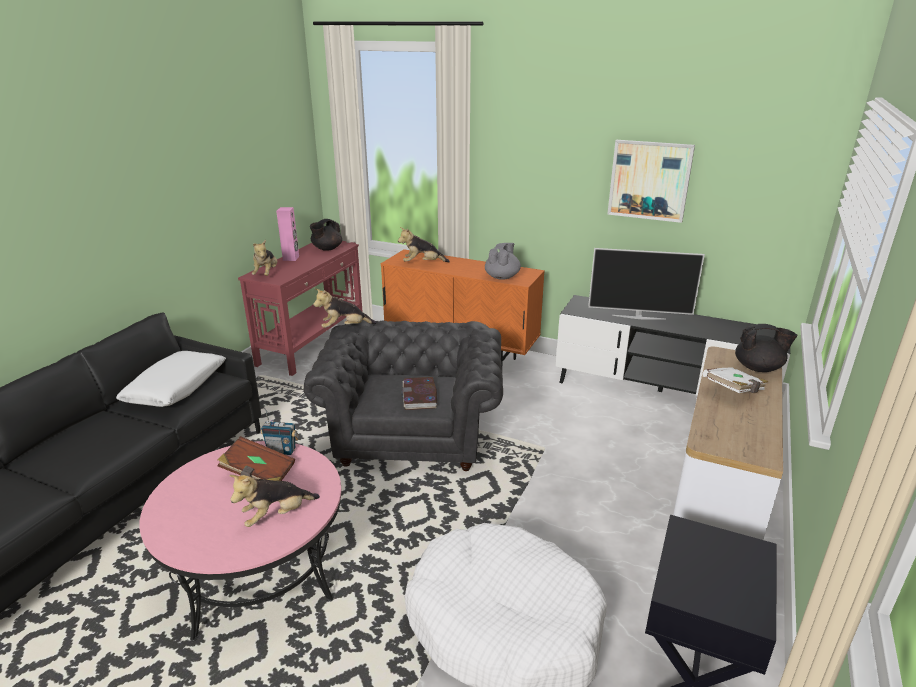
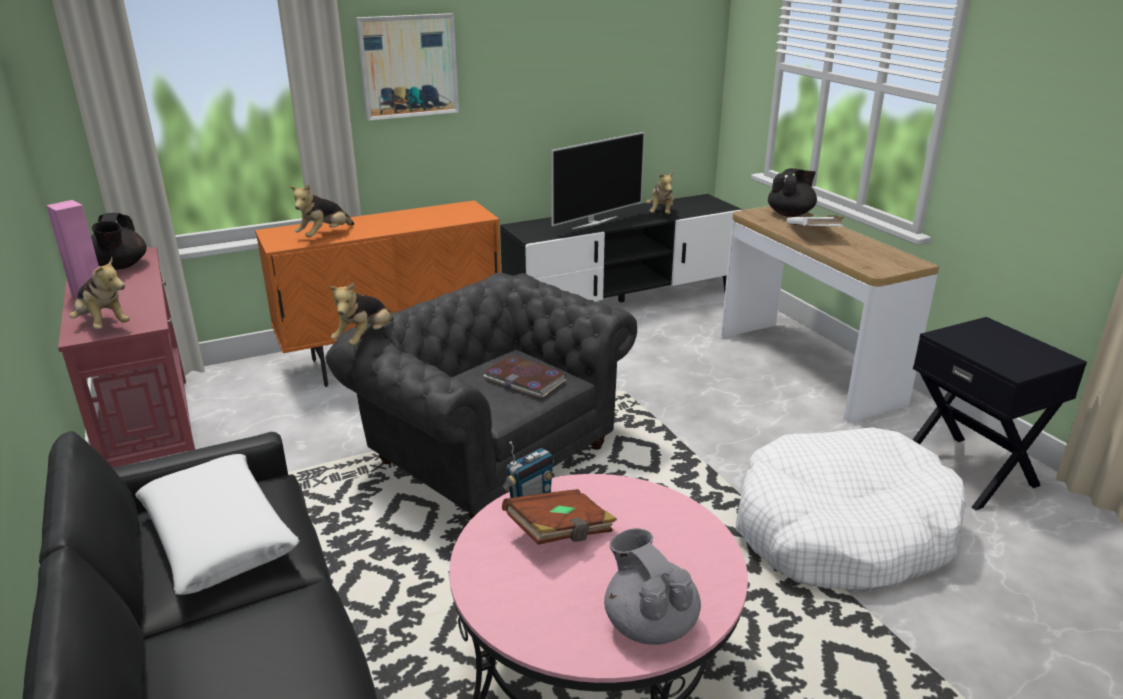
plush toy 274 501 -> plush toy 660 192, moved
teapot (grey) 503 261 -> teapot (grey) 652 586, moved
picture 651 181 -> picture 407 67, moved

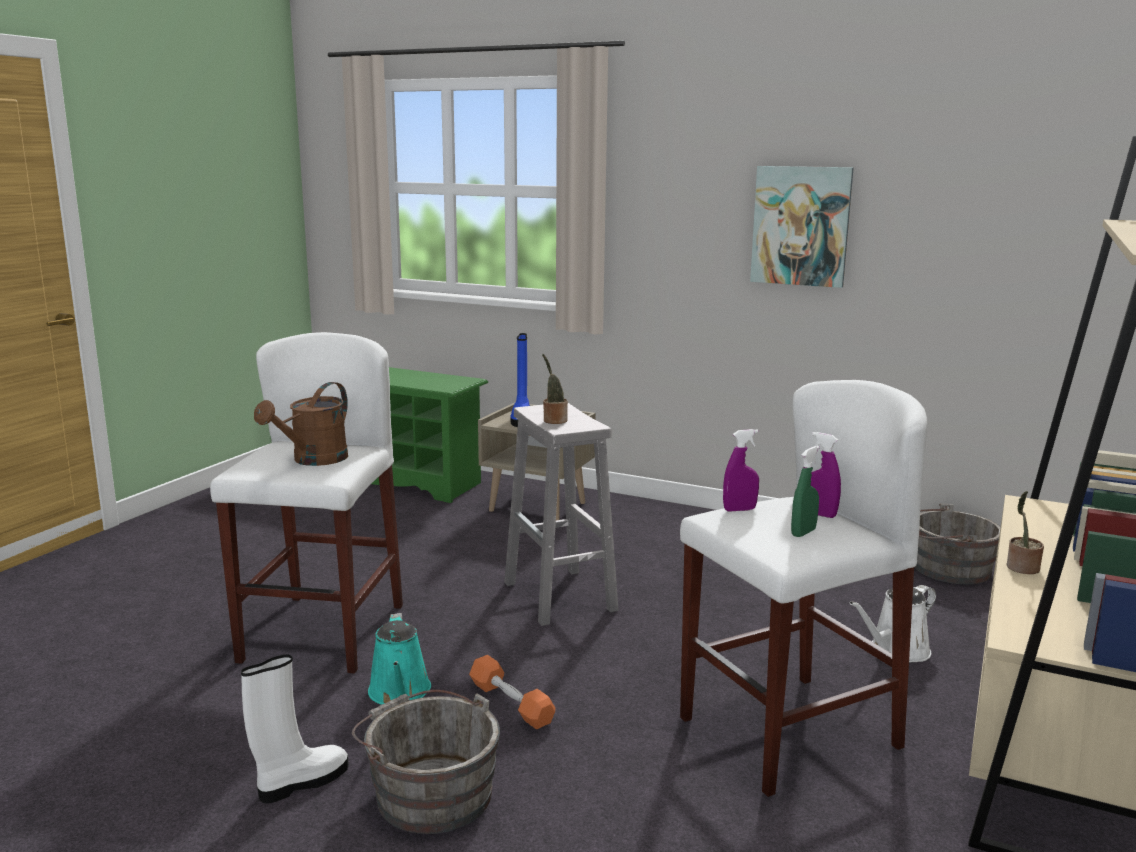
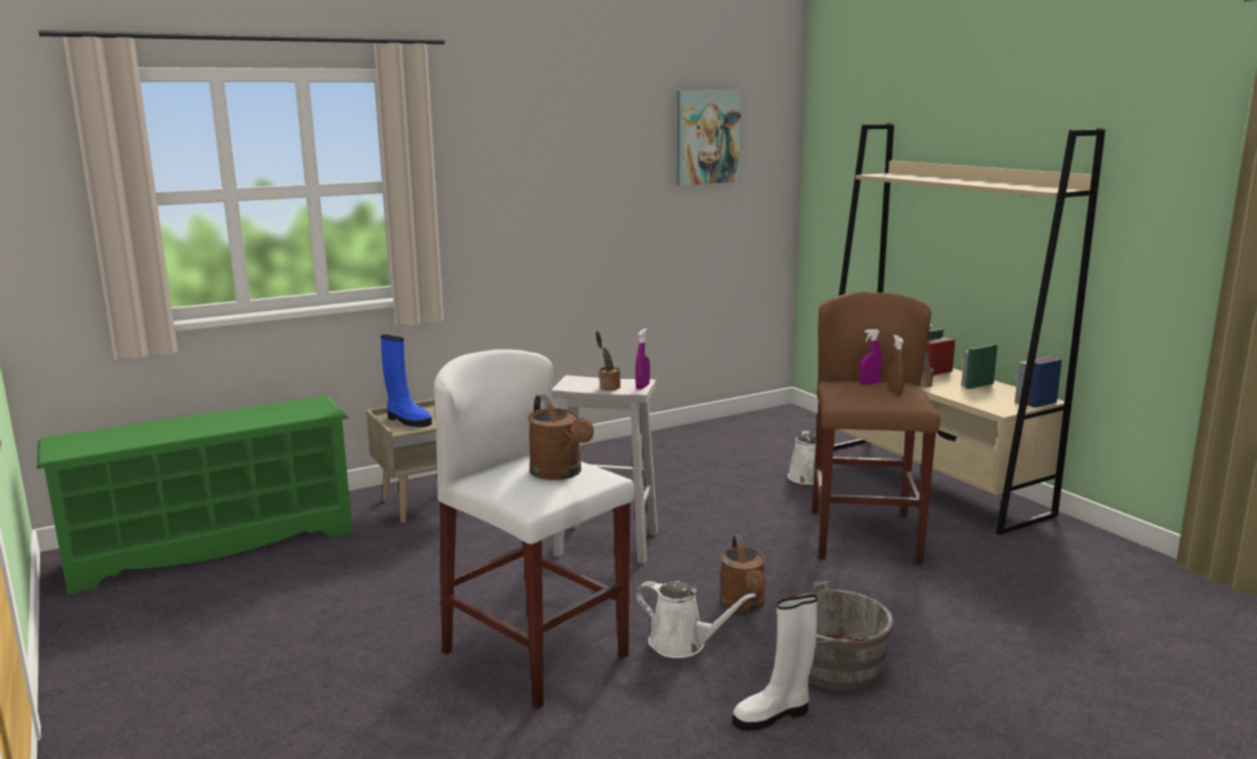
bucket (grey) 958 543 -> none
spray bottle (purple) 741 470 -> spray bottle (purple) 642 358, moved
picture 802 227 -> picture 709 137, moved
dumbbell (orange) 512 692 -> watering can (brown) 743 574
watering can (turquoise) 399 659 -> watering can (white) 696 619
stool (white) 804 588 -> stool (brown) 876 428
spray bottle (green) 805 491 -> spray bottle (brown) 896 365
boot (white) 295 729 -> boot (white) 774 663, 105 degrees counterclockwise

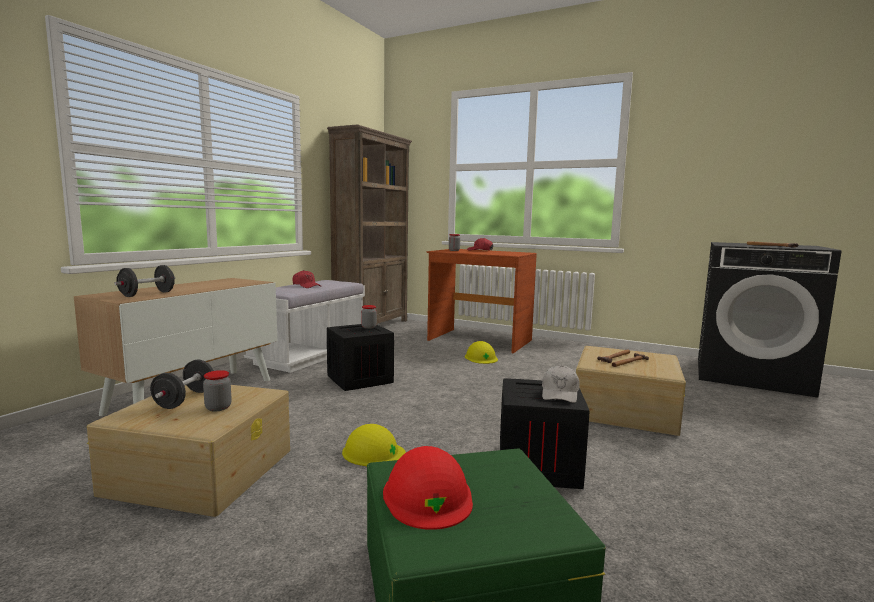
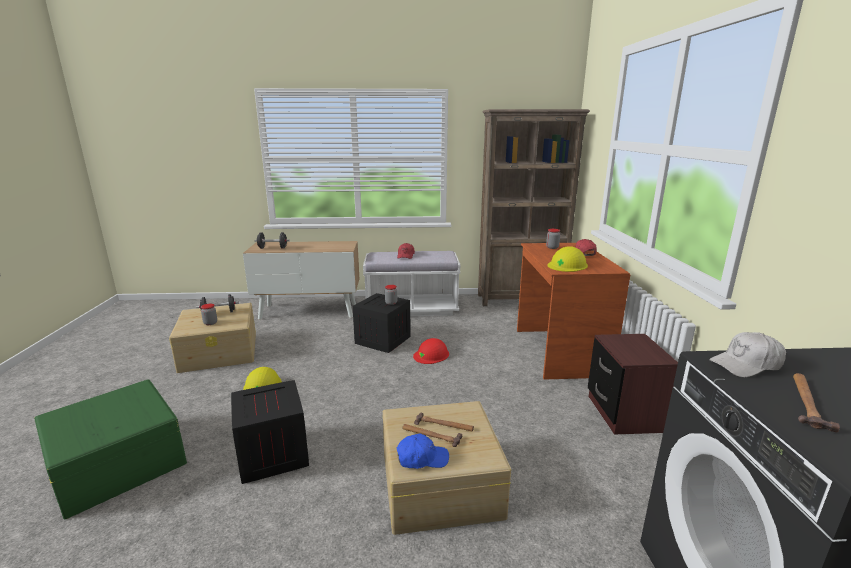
none -> cap (blue) 423 451
none -> nightstand (brown) 633 384
hard hat (red) 428 488 -> hard hat (red) 431 351, moved
hard hat (yellow) 481 352 -> hard hat (yellow) 567 259, moved
cap (white) 561 384 -> cap (white) 747 354, moved

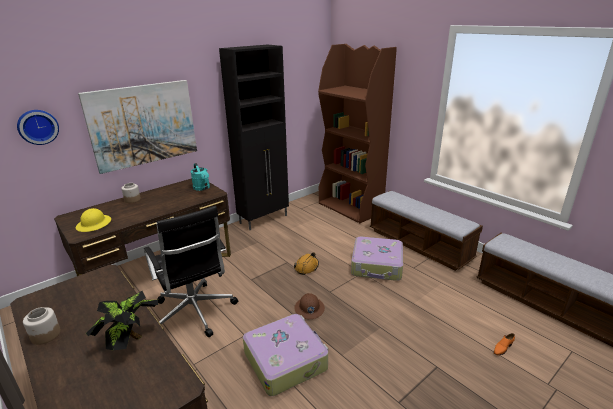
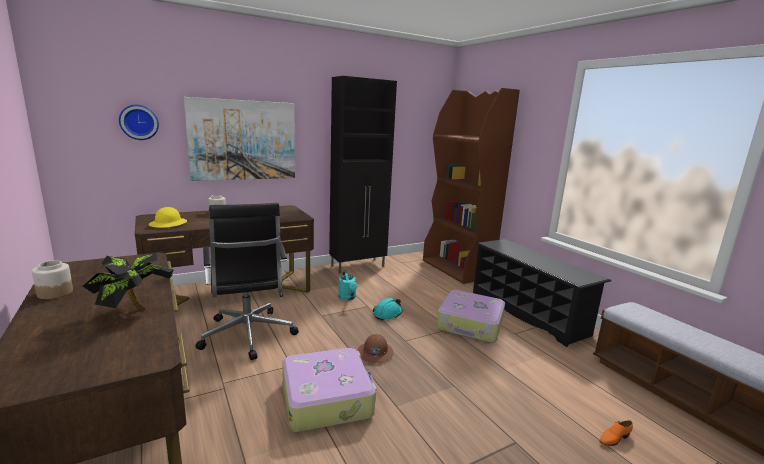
watering can (turquoise) 200 177 -> watering can (turquoise) 348 285, moved
bench 426 231 -> shoe rack (black) 542 293
hard hat (orange) 306 263 -> hard hat (turquoise) 387 309

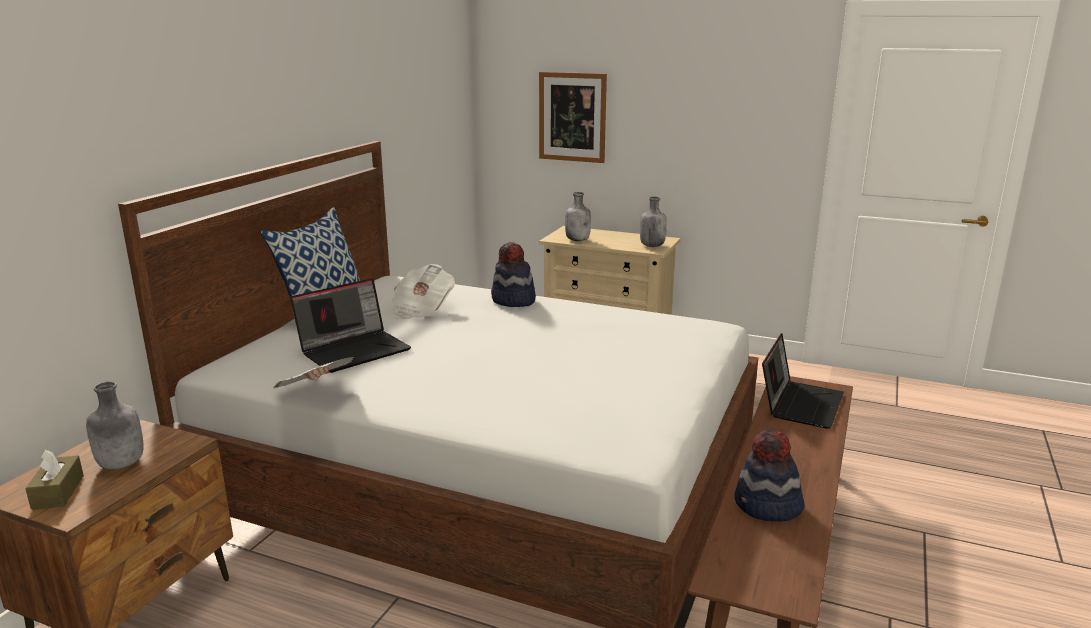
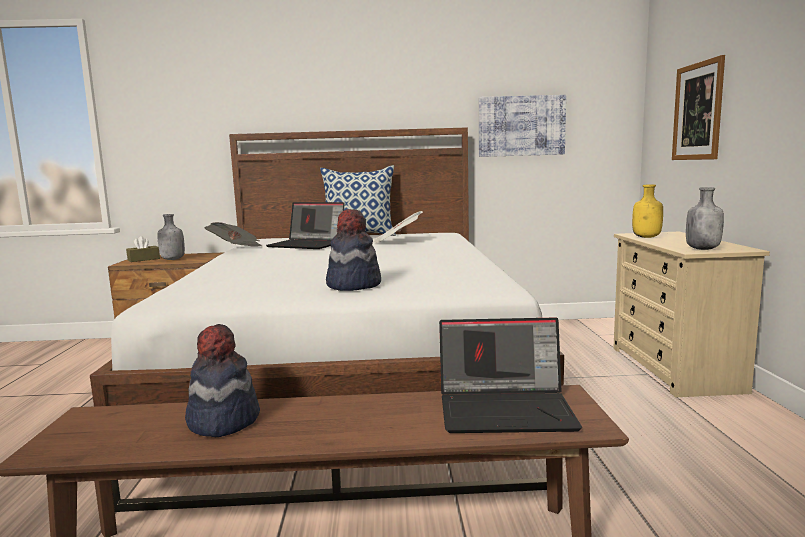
none -> picture 522 126
hat 513 274 -> hat 353 250, moved
bottle (grey) 578 216 -> bottle (yellow) 647 211

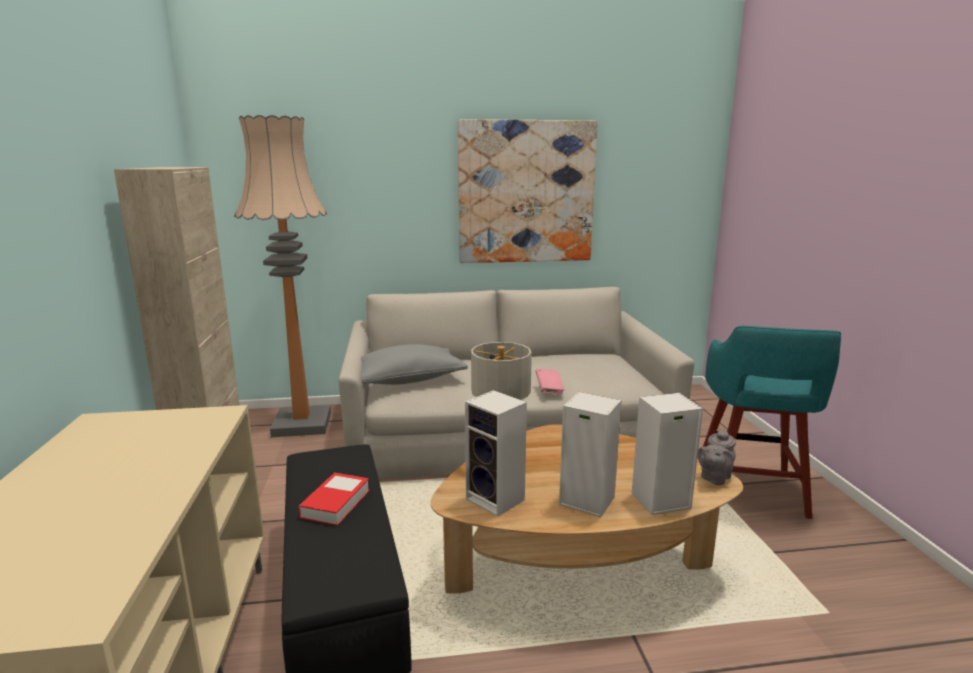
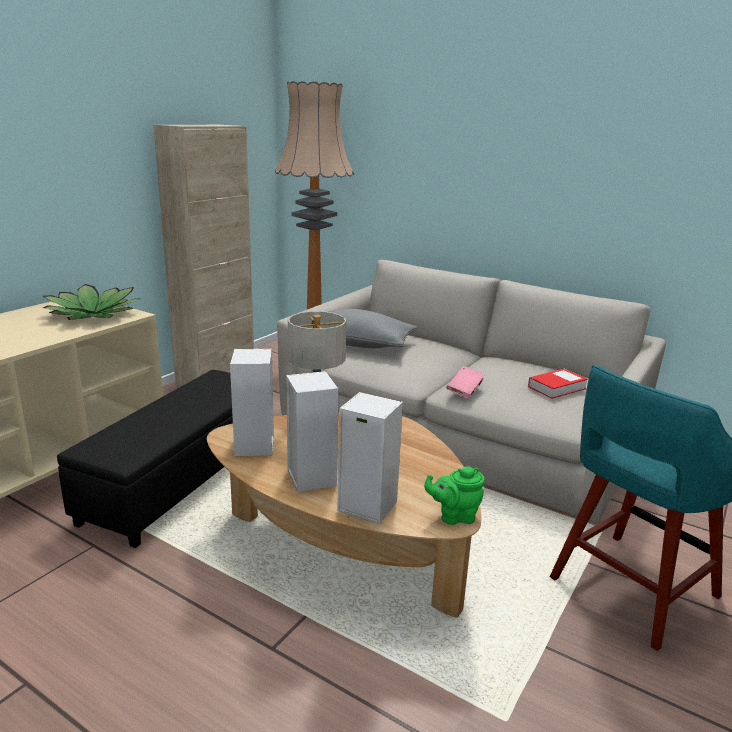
picture 527 191 -> none
none -> potted plant 91 302
book 334 499 -> book 558 384, moved
teapot (grey) 717 457 -> teapot (green) 454 495

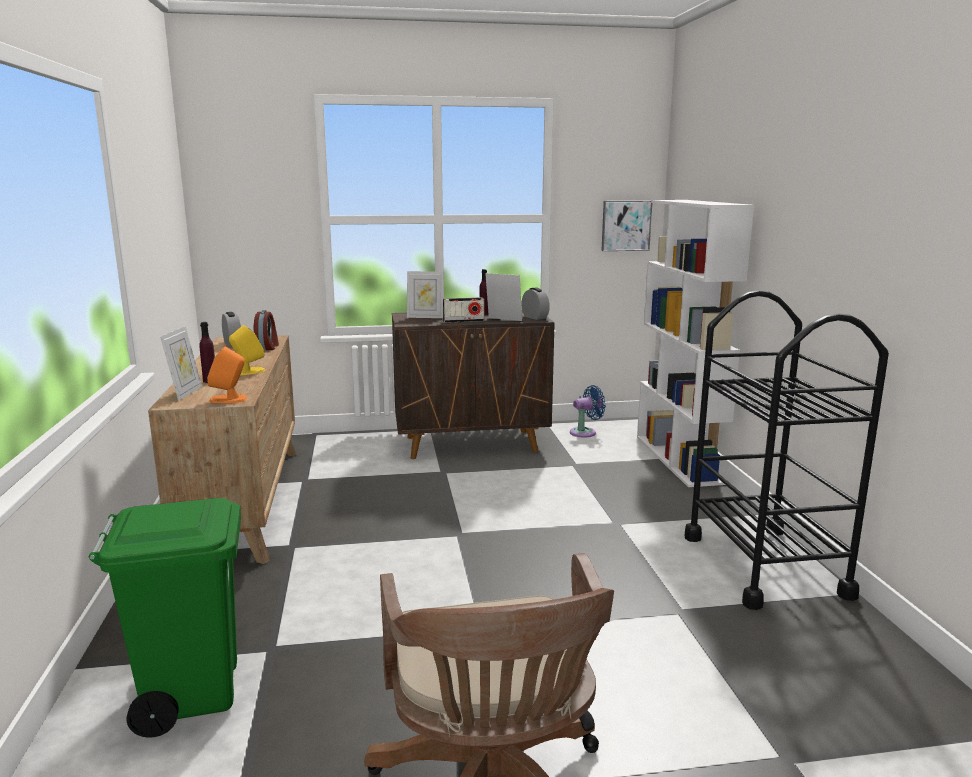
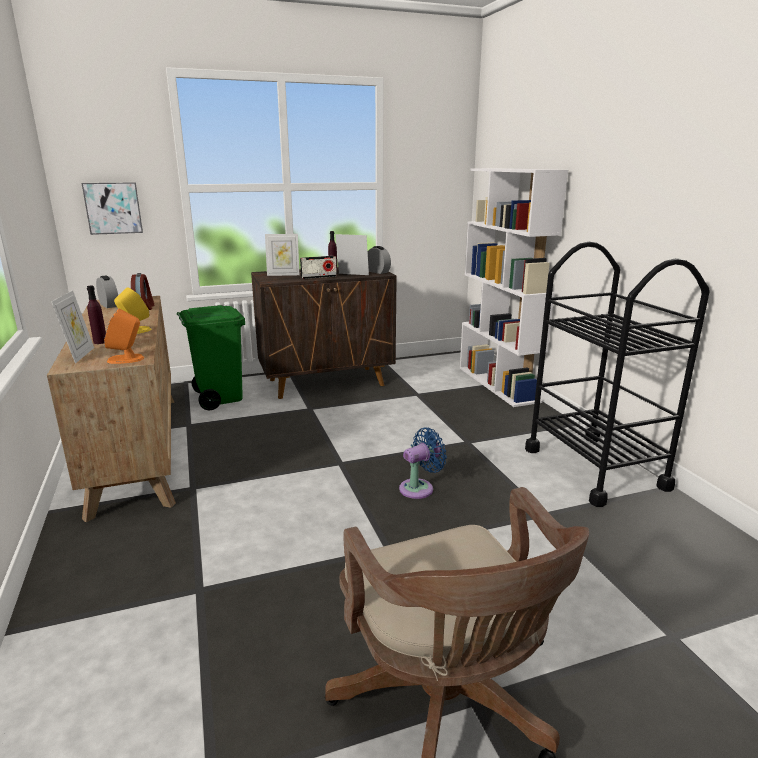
trash can (green) 165 618 -> trash can (green) 211 357, moved
fan (blue) 588 411 -> fan (blue) 423 463, moved
picture 626 226 -> picture 112 208, moved

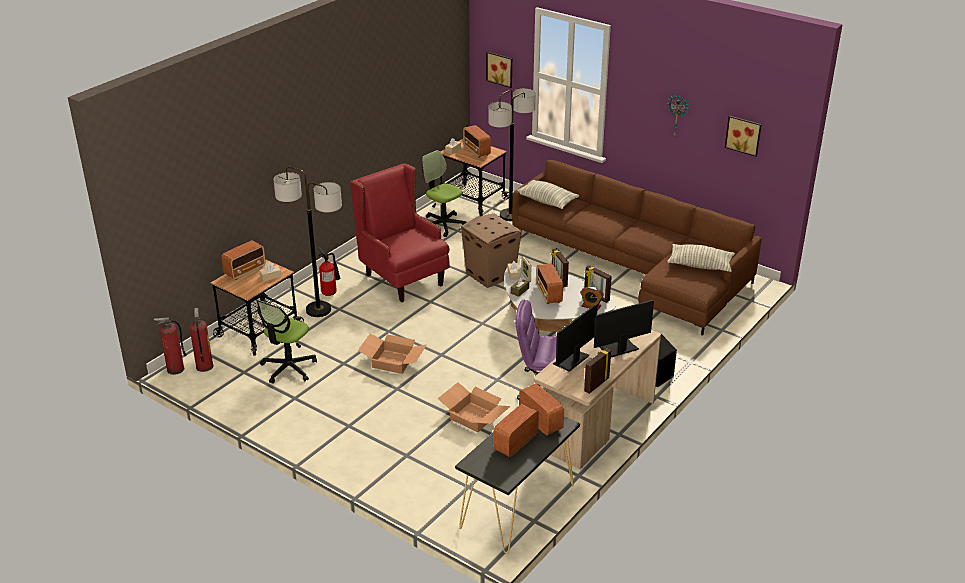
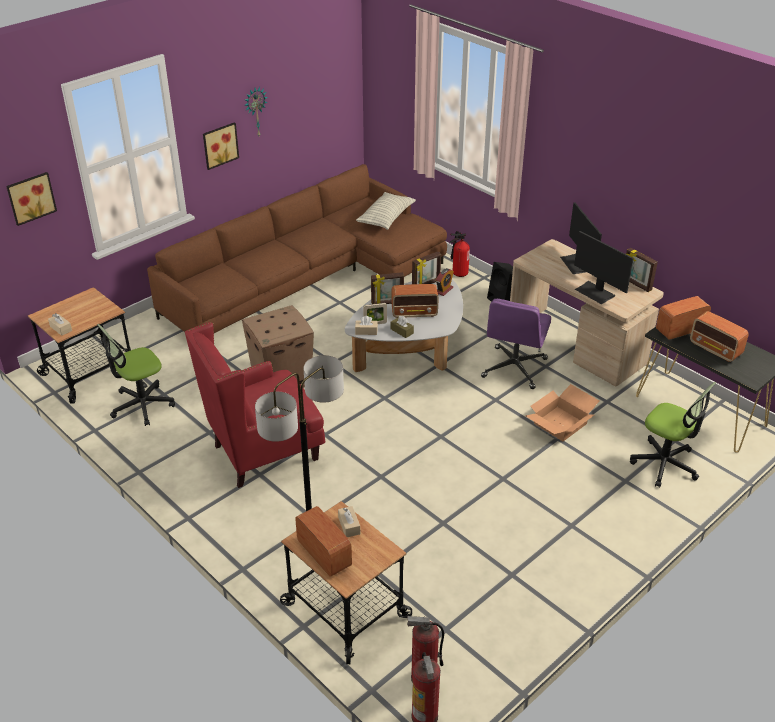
cardboard box 392 353 -> none
radio 477 141 -> none
floor lamp 512 154 -> none
pillow 548 194 -> none
office chair 286 342 -> office chair 673 434, moved
fire extinguisher 329 271 -> fire extinguisher 460 254, moved
picture 743 136 -> picture 221 146, moved

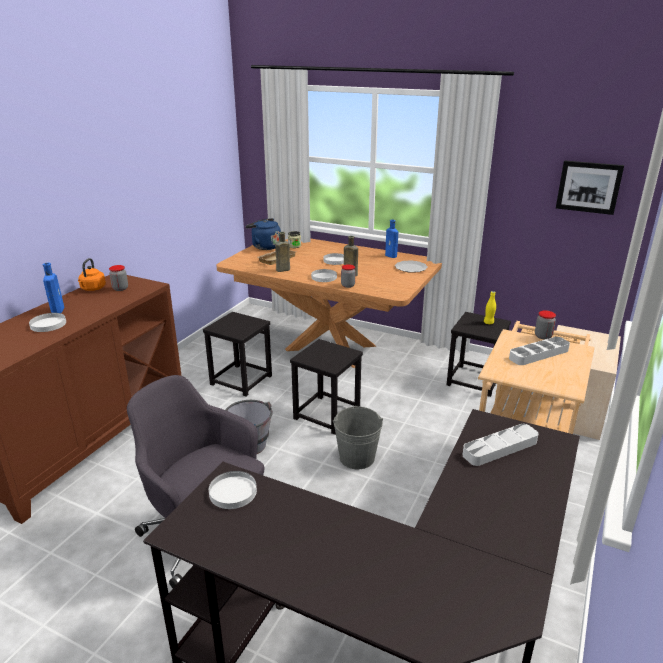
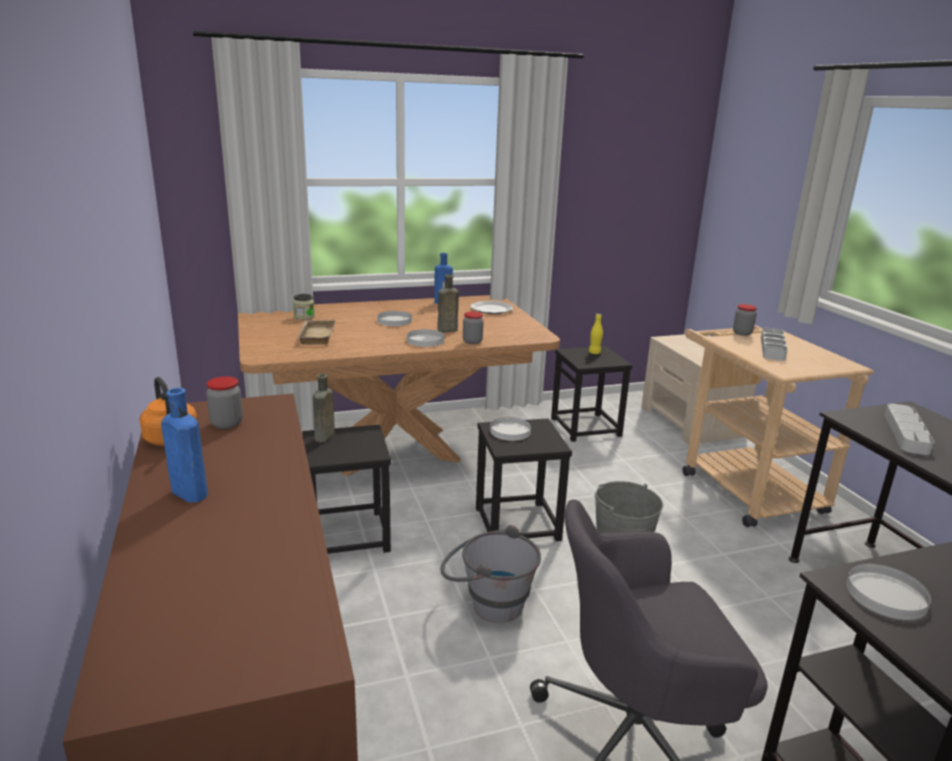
kettle (blue) 263 234 -> none
picture 590 187 -> none
plate (white) 47 322 -> plate (white) 510 429, moved
bottle (brown) 282 252 -> bottle (brown) 324 408, moved

